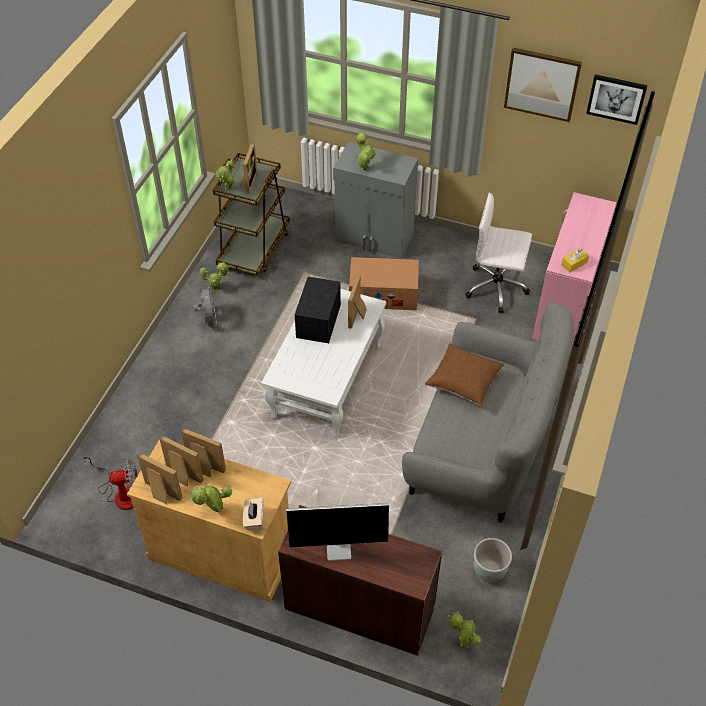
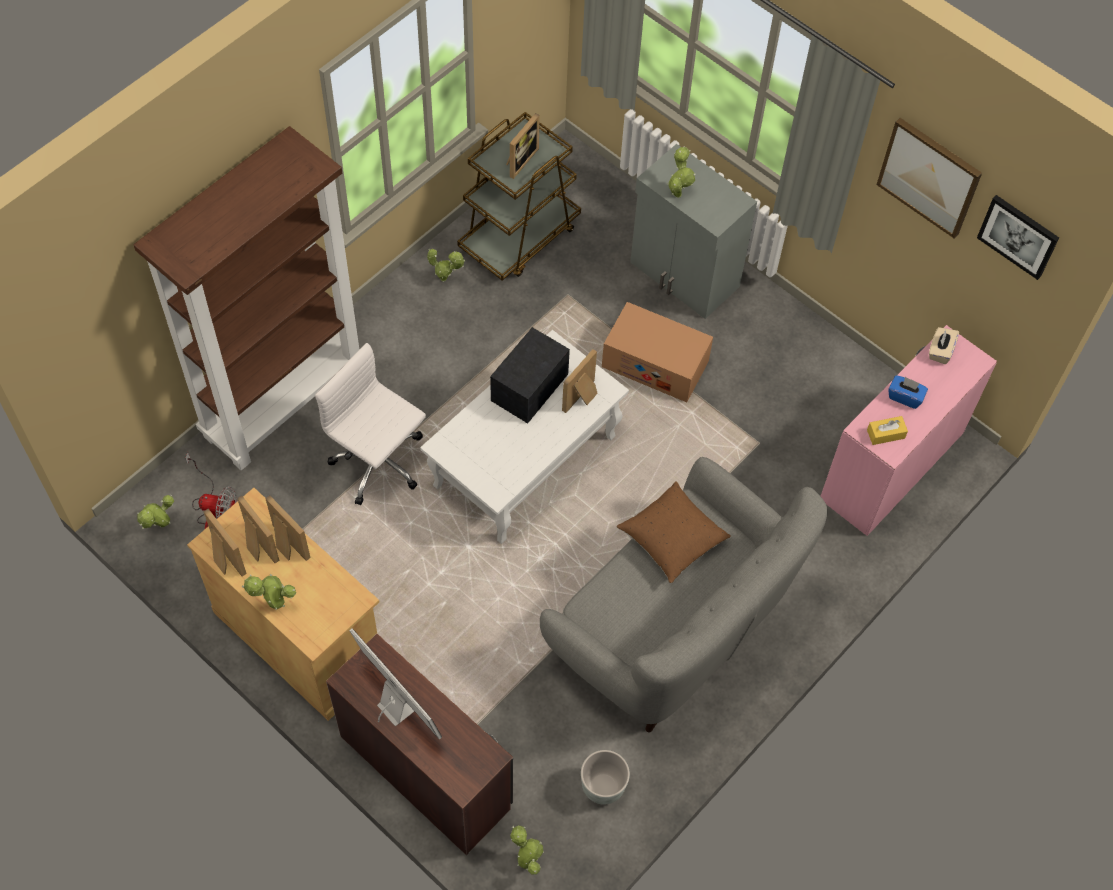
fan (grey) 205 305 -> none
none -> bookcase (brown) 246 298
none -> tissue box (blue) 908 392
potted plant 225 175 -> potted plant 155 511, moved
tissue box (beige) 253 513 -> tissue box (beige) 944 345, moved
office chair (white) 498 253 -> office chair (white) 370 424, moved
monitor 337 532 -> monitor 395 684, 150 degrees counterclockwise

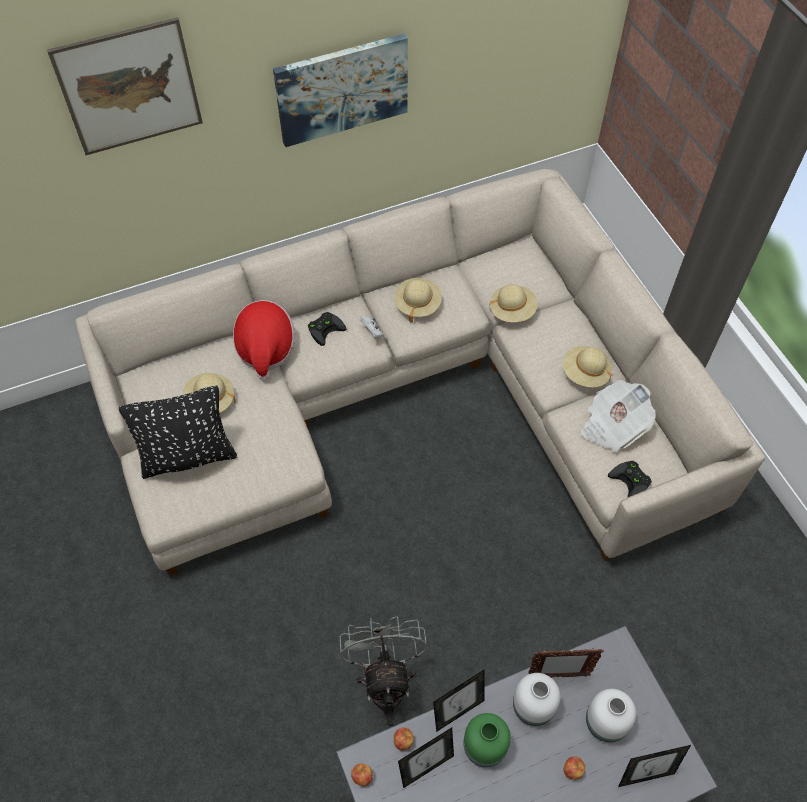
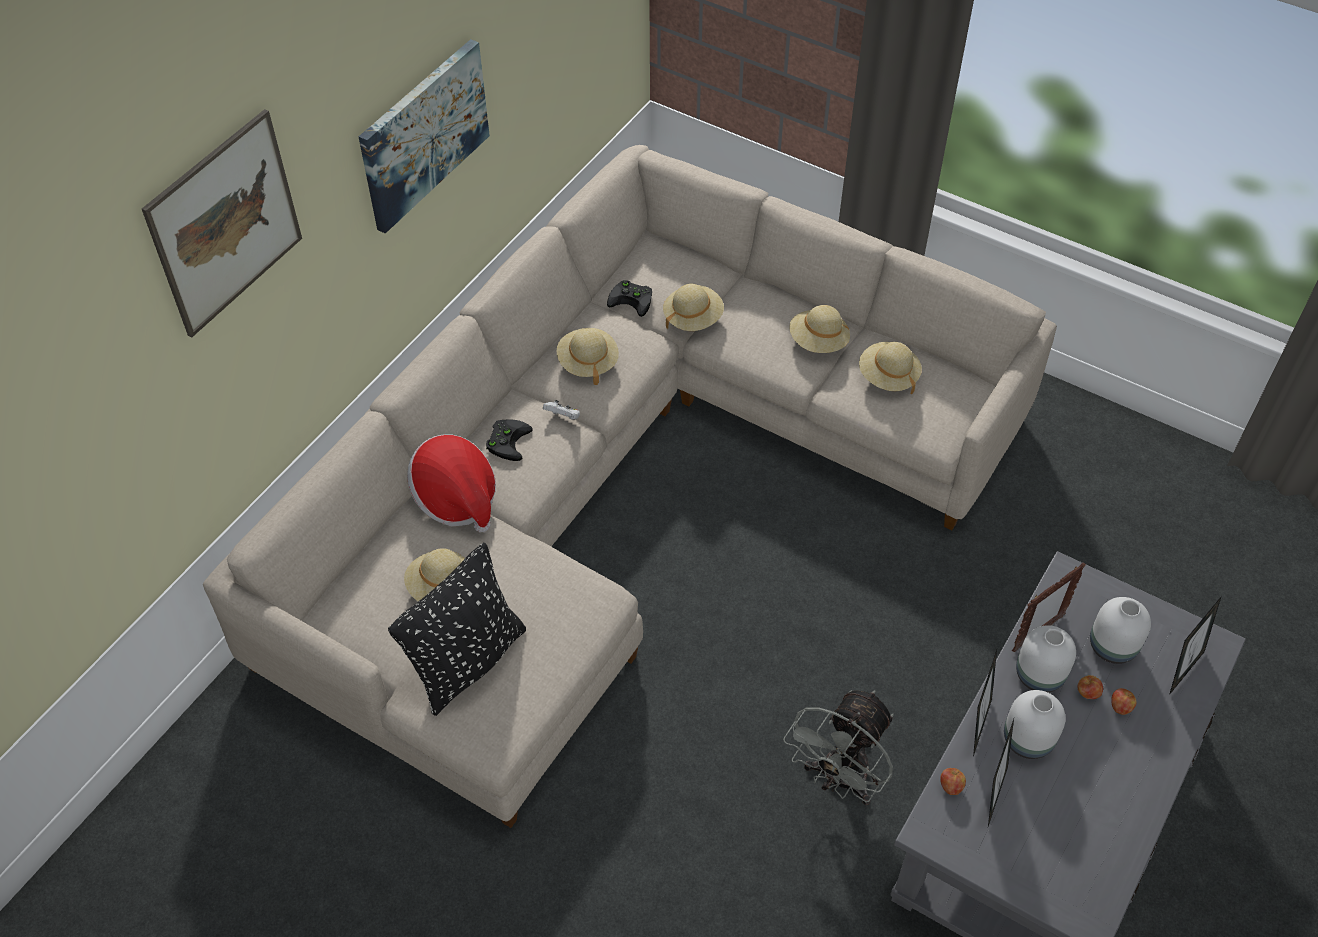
apple 362 775 -> apple 1090 687, moved
game controller (black) 630 479 -> game controller (black) 629 298, moved
newspaper 618 416 -> hat (beige) 890 368
vase (green) 487 740 -> vase (white) 1034 724
fan (grey) 384 671 -> fan (grey) 838 747, 105 degrees counterclockwise

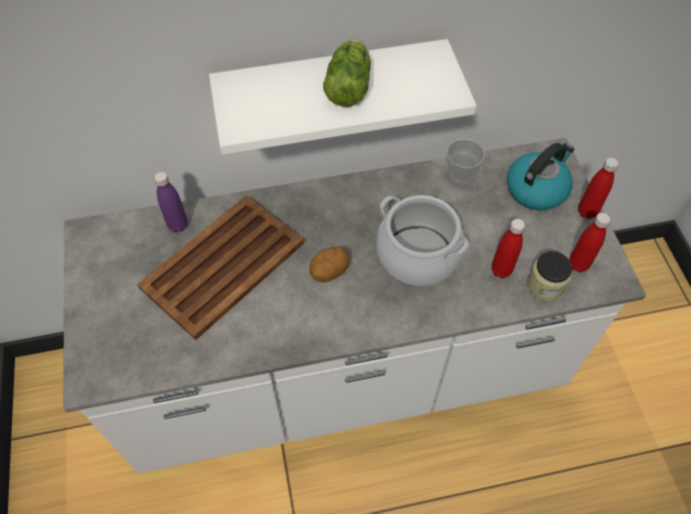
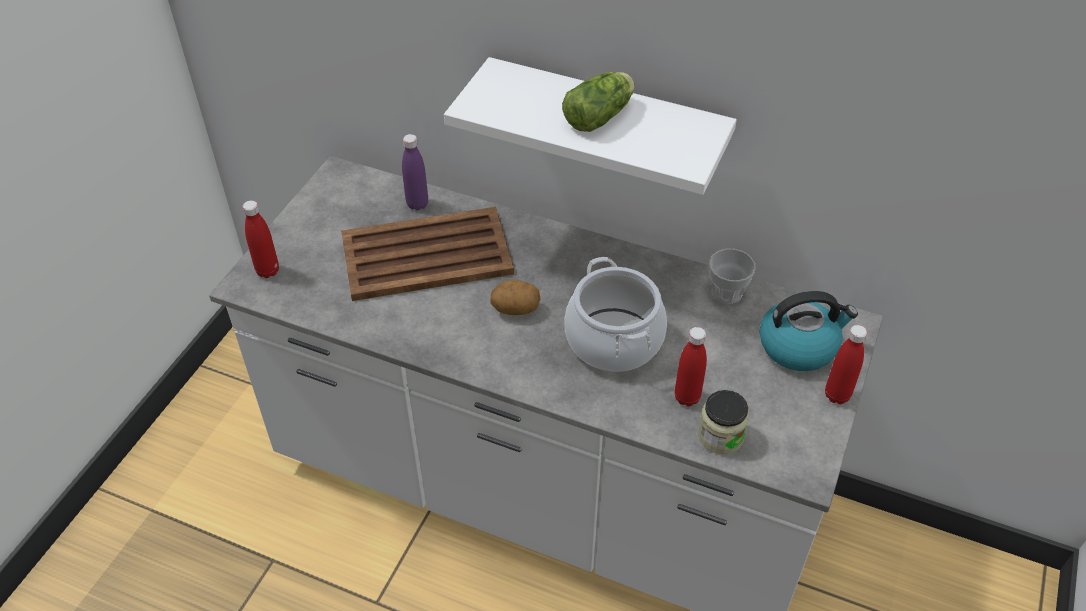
bottle (red) 590 242 -> bottle (red) 261 239, moved

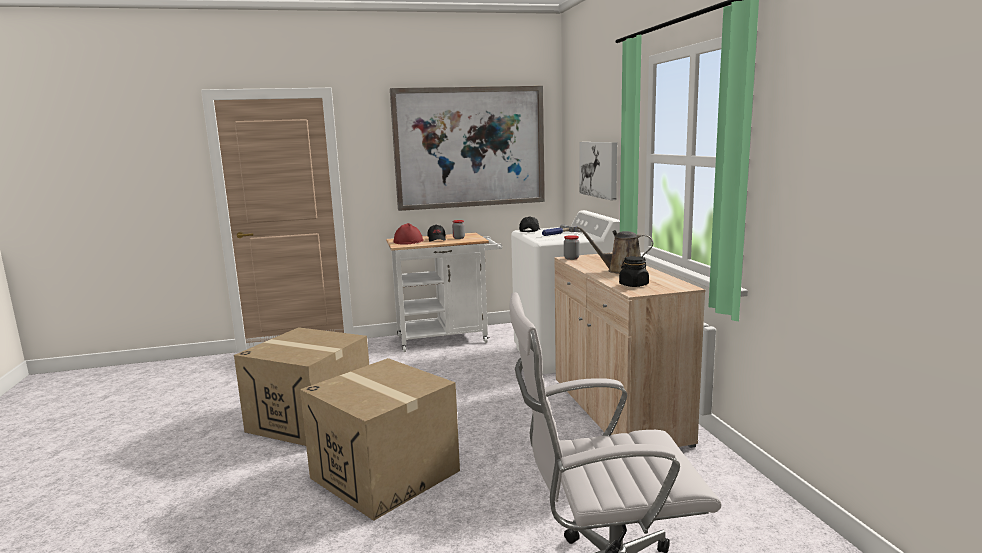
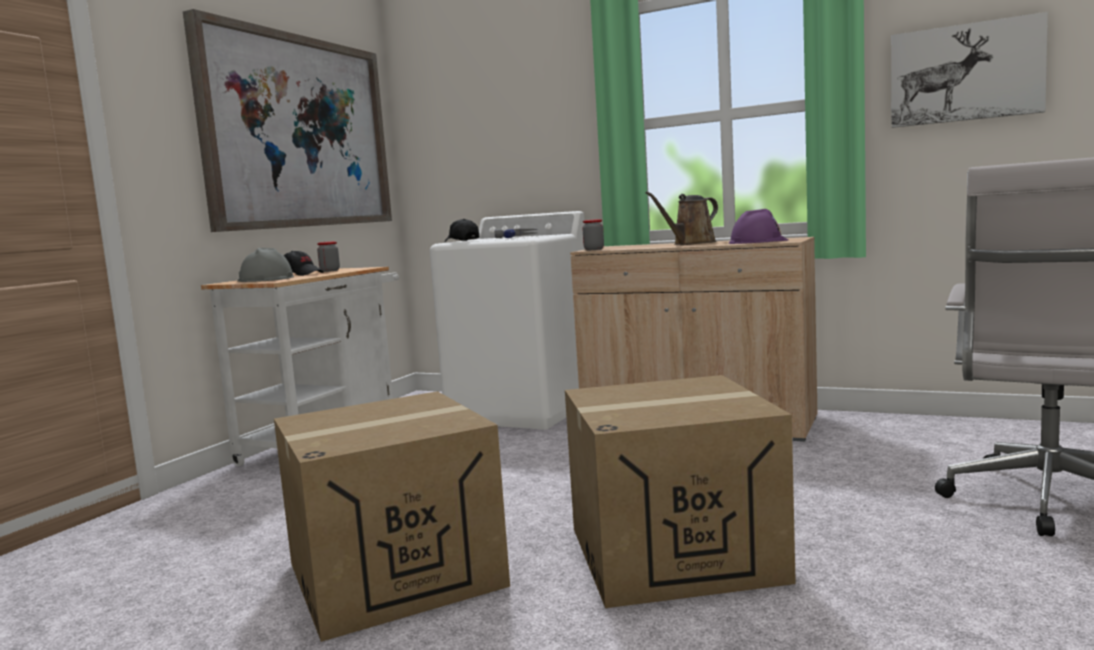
picture 598 171 -> picture 969 70, moved
jar (black) 634 271 -> hard hat (purple) 758 226
hard hat (red) 409 233 -> hard hat (grey) 265 265

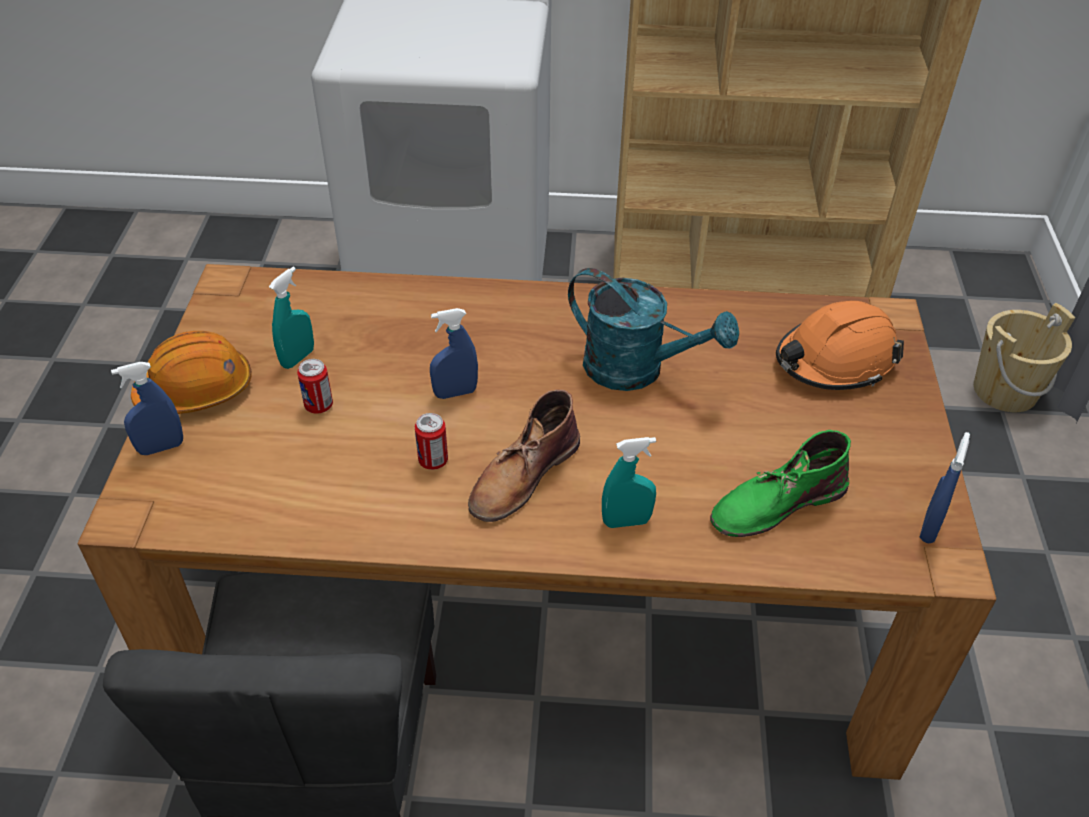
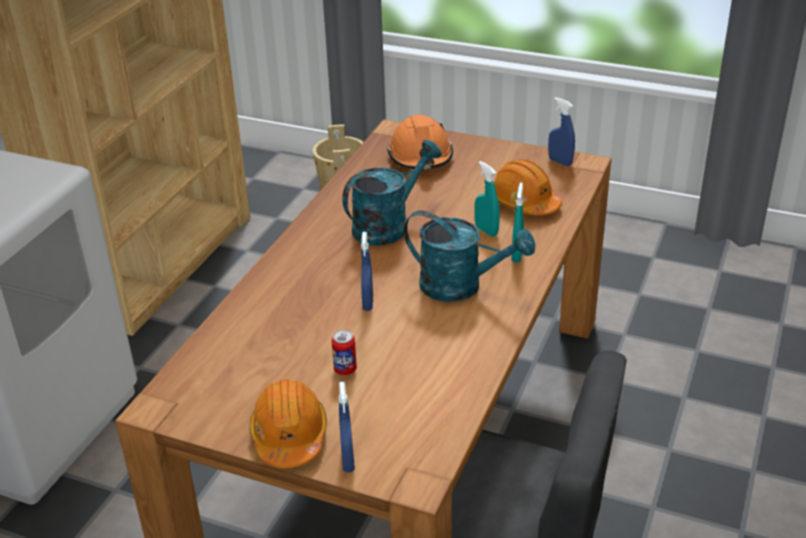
can 431 441 -> none
spray bottle (turquoise) 291 318 -> spray bottle (turquoise) 487 199, moved
boot (brown) 524 455 -> watering can (turquoise) 469 256
boot (green) 780 483 -> hard hat (orange) 528 187

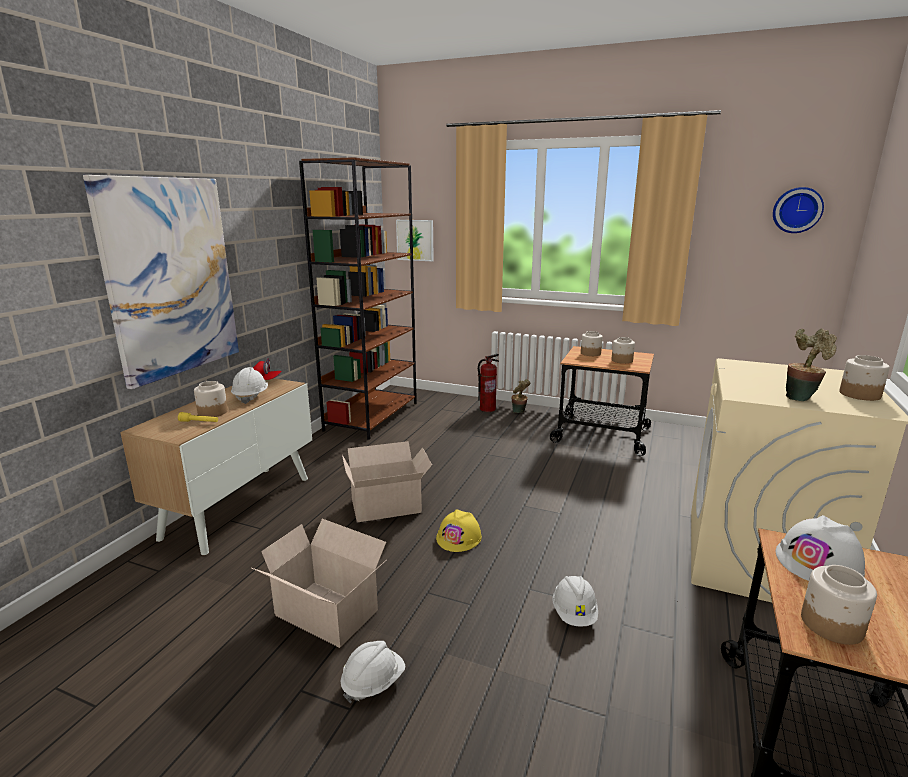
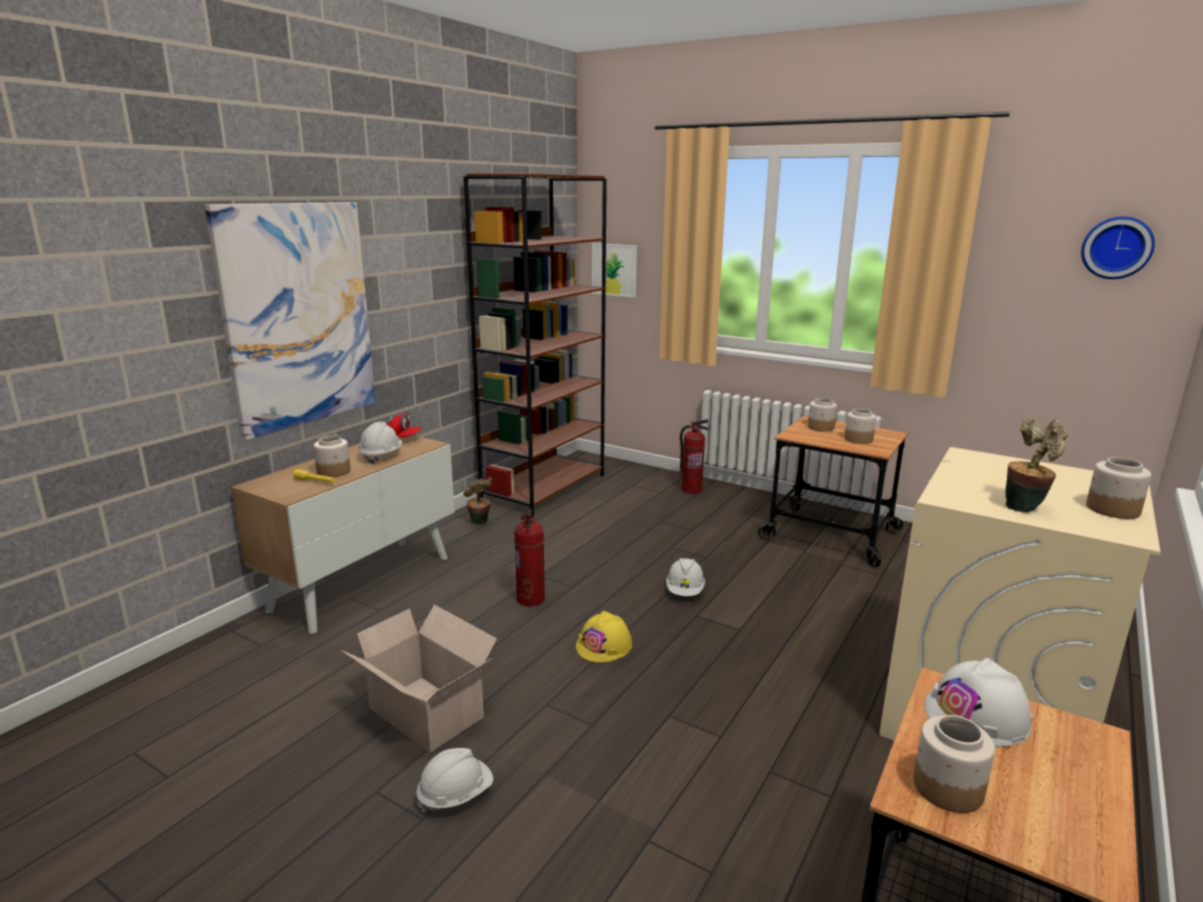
potted plant 520 396 -> potted plant 477 500, moved
hard hat (white) 575 601 -> hard hat (white) 685 577, moved
cardboard box 387 481 -> fire extinguisher 529 558

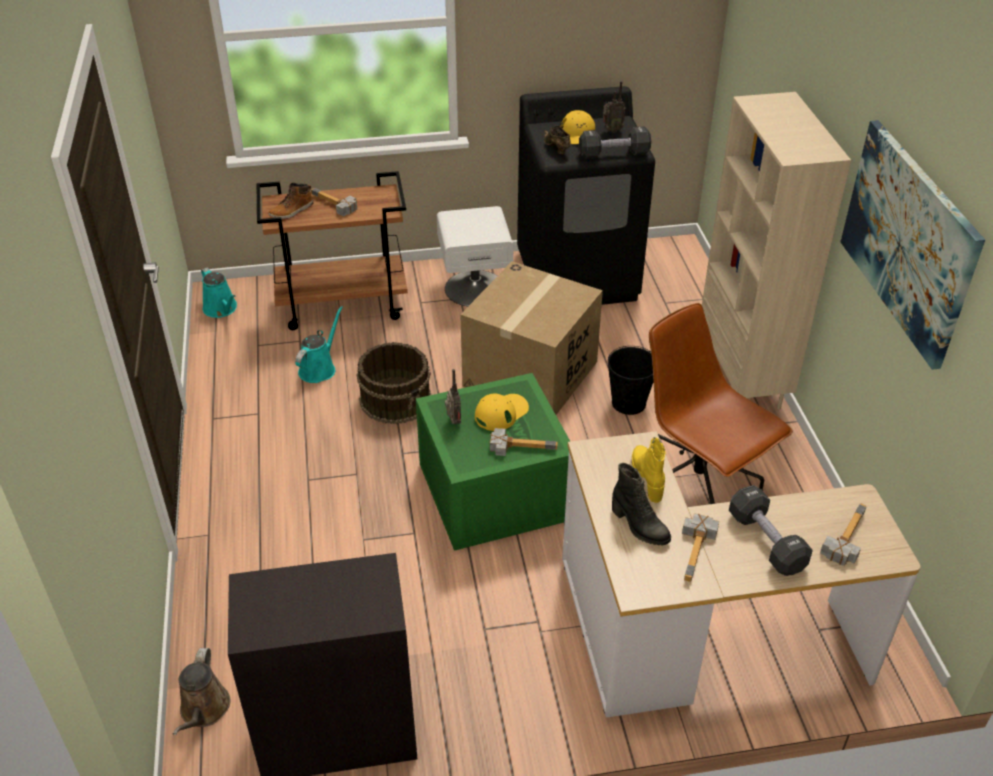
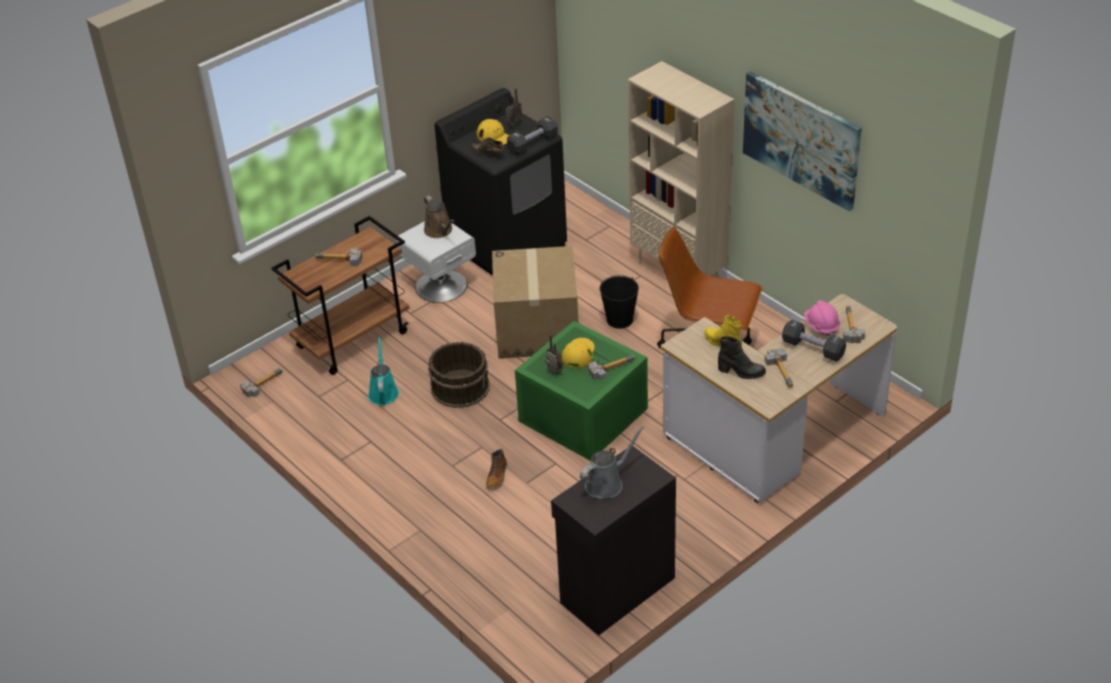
none -> watering can (grey) 612 462
none -> hard hat (pink) 822 318
watering can (brown) 202 691 -> watering can (brown) 439 217, moved
boot 291 201 -> boot 496 469, moved
watering can (turquoise) 219 293 -> hammer 261 383

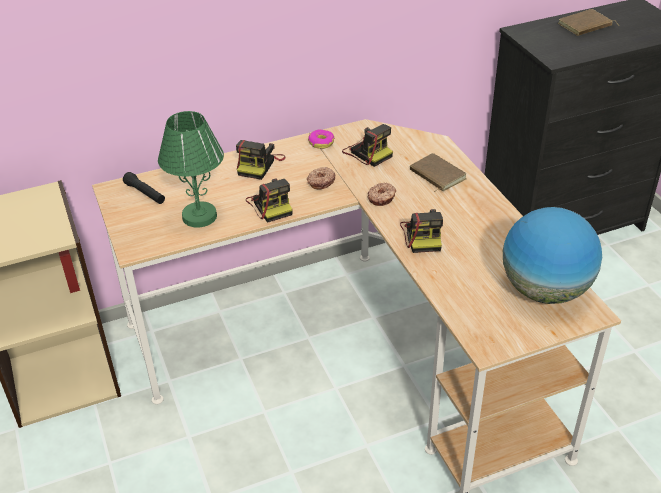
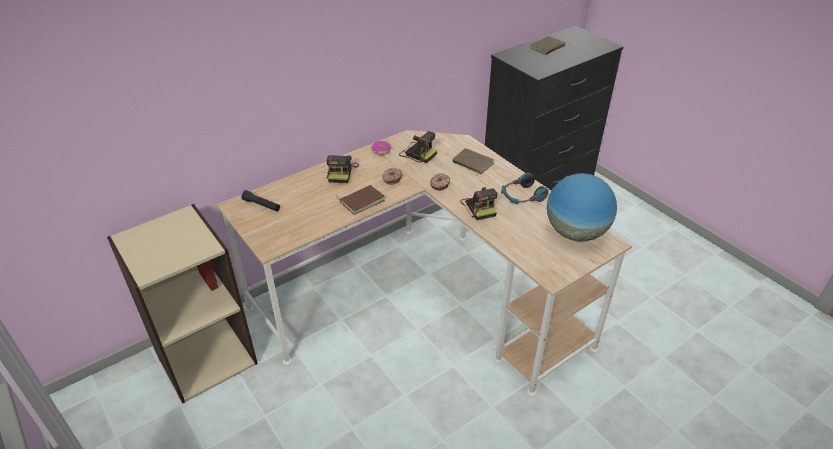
table lamp (green) 191 169 -> none
none -> headphones 525 188
photo camera 269 200 -> book (brown) 360 200

